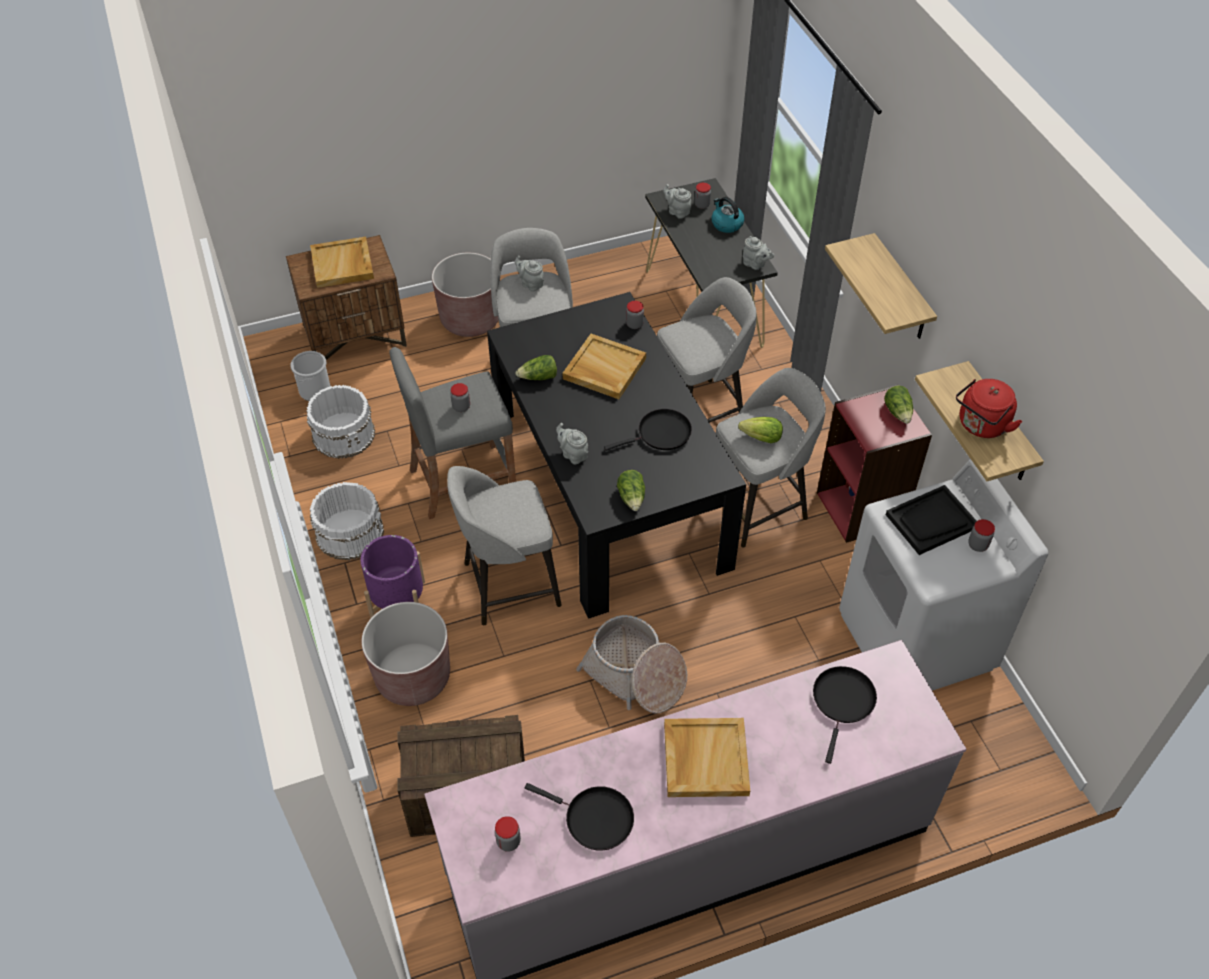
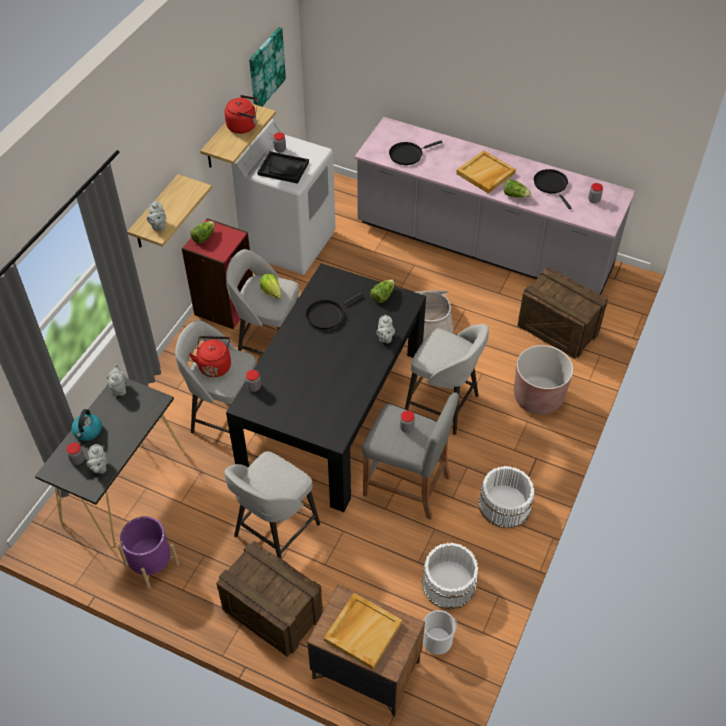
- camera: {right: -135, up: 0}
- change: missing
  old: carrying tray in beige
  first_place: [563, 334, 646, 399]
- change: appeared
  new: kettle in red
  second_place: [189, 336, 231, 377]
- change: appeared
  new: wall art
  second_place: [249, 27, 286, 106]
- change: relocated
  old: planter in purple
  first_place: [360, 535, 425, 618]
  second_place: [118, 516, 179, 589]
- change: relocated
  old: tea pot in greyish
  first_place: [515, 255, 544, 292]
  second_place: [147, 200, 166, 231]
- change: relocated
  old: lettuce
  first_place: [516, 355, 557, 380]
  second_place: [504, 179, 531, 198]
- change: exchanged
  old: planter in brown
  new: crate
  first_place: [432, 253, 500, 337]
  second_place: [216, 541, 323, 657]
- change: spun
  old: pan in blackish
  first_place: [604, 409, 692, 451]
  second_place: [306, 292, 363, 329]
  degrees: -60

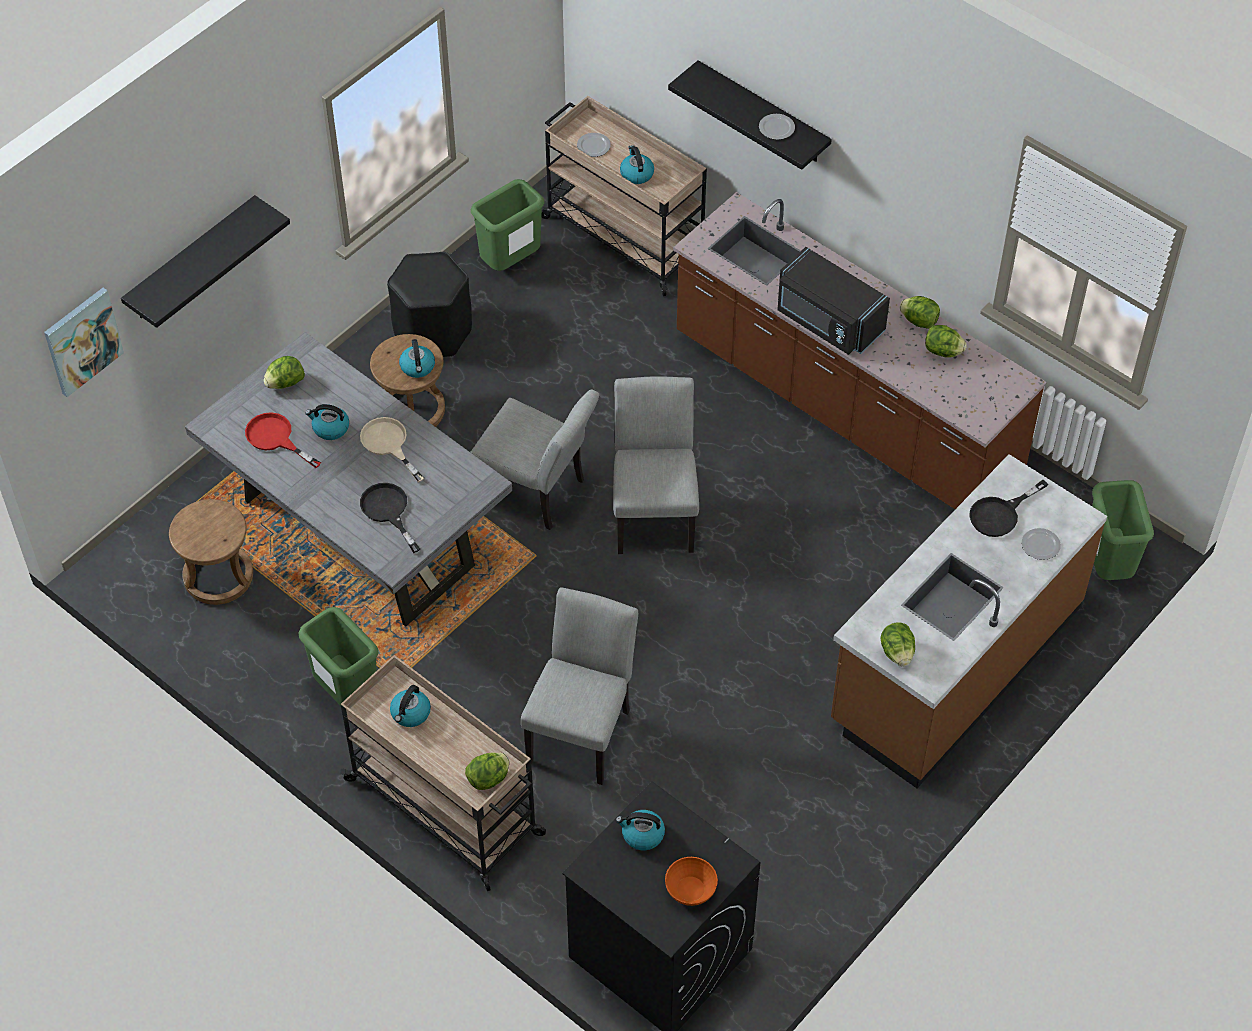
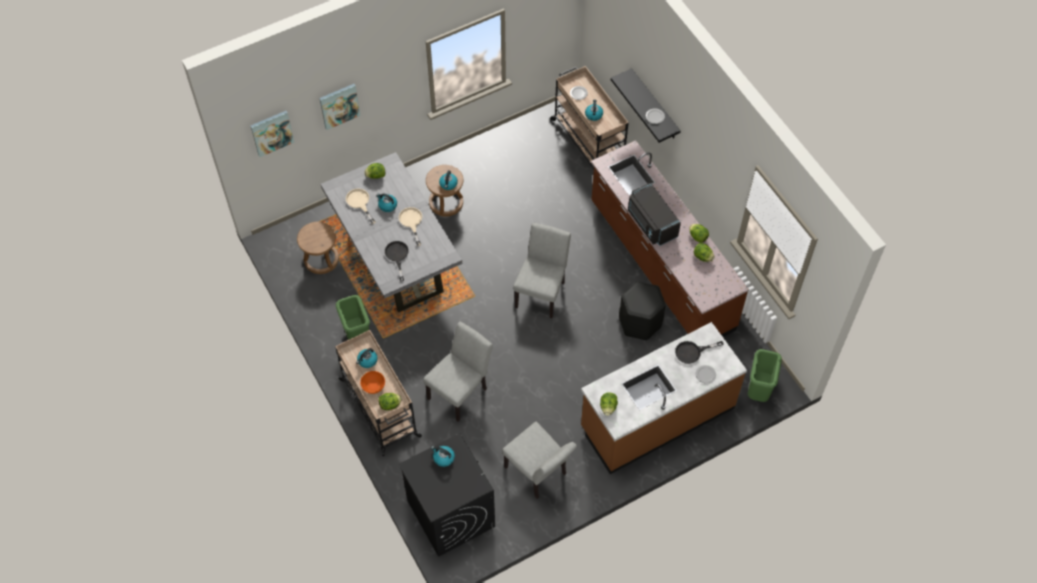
- camera: {right: 20, up: 5}
- change: missing
  old: waste bin in green
  first_place: [471, 179, 544, 271]
- change: relocated
  old: stool in blackish
  first_place: [387, 252, 472, 357]
  second_place: [619, 281, 666, 340]
- change: relocated
  old: upright chair in greyish
  first_place: [470, 389, 600, 530]
  second_place: [502, 422, 577, 499]
- change: relocated
  old: bowl in orange
  first_place: [665, 857, 718, 906]
  second_place: [360, 371, 385, 394]
- change: exchanged
  old: bracket shelf in blackish
  new: wall art
  first_place: [121, 195, 290, 328]
  second_place: [319, 84, 360, 130]
- change: colour
  old: pan in red
  new: pan in beige
  first_place: [245, 412, 321, 468]
  second_place: [346, 189, 375, 224]

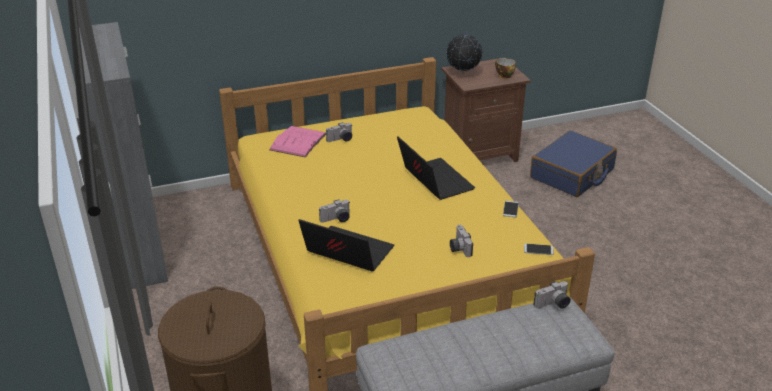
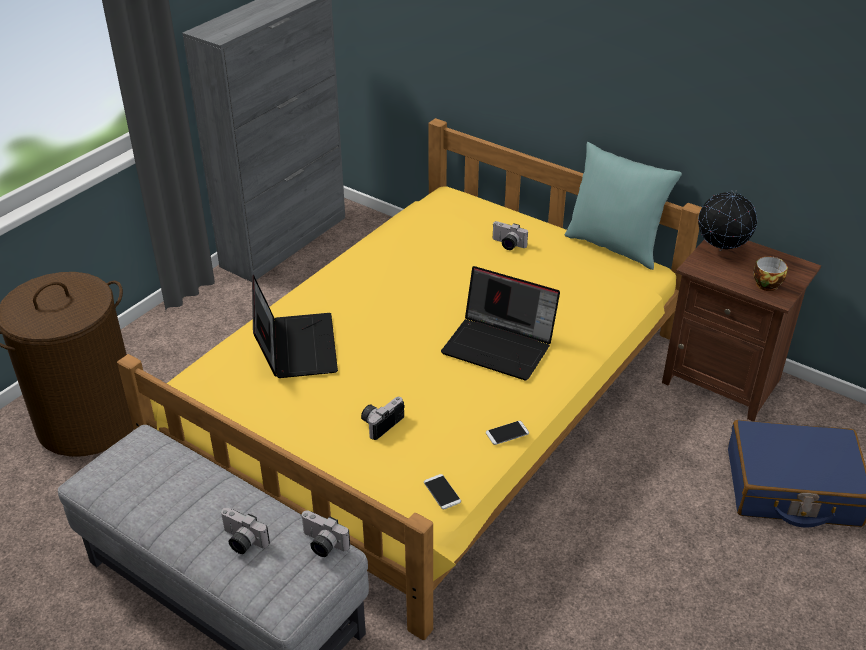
- camera: {right: 55, up: 5}
- change: missing
  old: bound book in pink
  first_place: [269, 126, 326, 158]
- change: appeared
  new: cushion in turquoise-coloured
  second_place: [565, 142, 682, 270]
- change: relocated
  old: still camera
  first_place: [319, 200, 350, 223]
  second_place: [220, 508, 270, 554]
- change: spun
  old: laptop
  first_place: [397, 136, 475, 200]
  second_place: [441, 266, 560, 380]
  degrees: 90

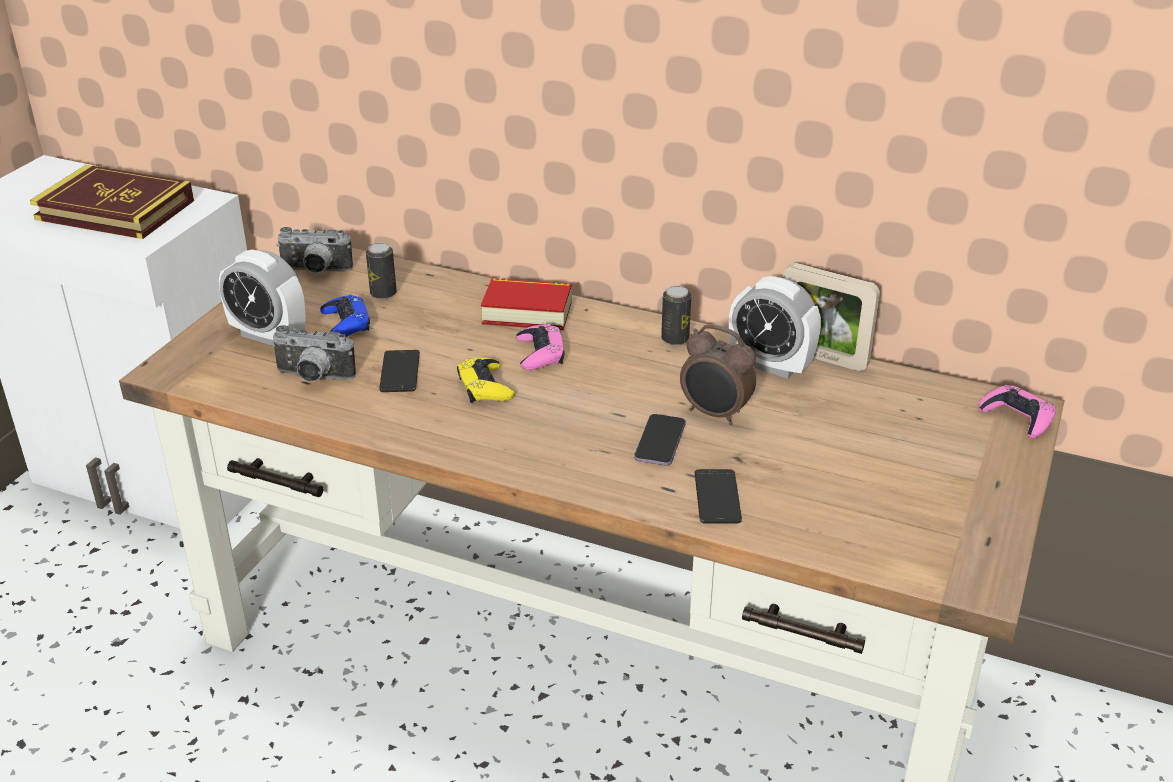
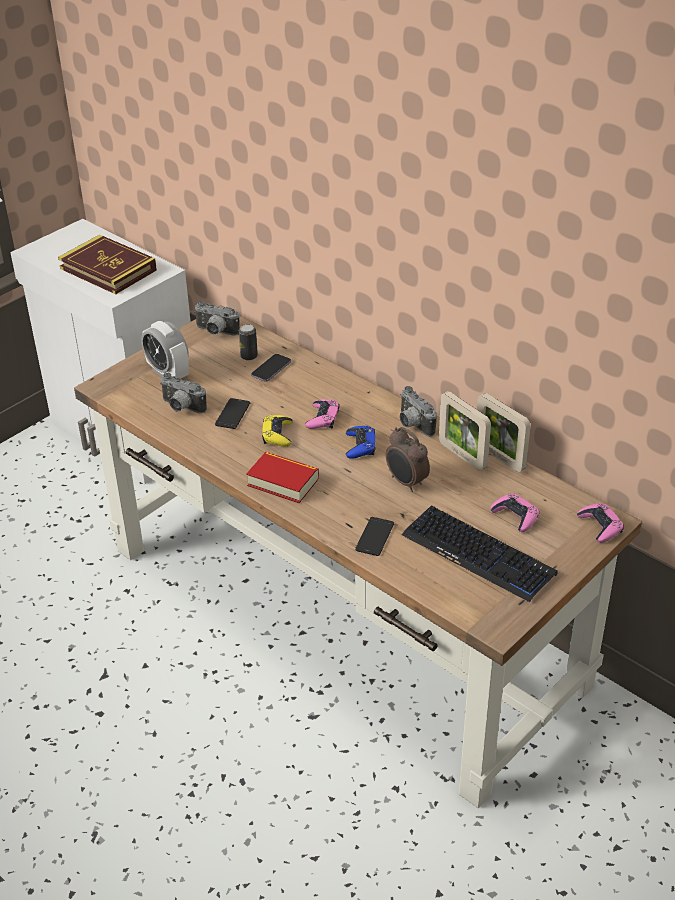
- camera: {right: 20, up: 5}
- change: appeared
  new: PC keyboard
  second_place: [402, 506, 558, 602]
- change: appeared
  new: joypad in pink
  second_place: [490, 494, 540, 532]
- change: relocated
  old: joypad in blue-coloured
  first_place: [320, 295, 370, 337]
  second_place: [346, 426, 376, 459]
- change: relocated
  old: bound book
  first_place: [481, 278, 572, 330]
  second_place: [246, 452, 319, 503]
- change: relocated
  old: telephone
  first_place: [634, 414, 685, 466]
  second_place: [251, 354, 291, 382]
- change: exchanged
  old: metal can
  new: still camera
  first_place: [661, 286, 691, 345]
  second_place: [400, 386, 437, 437]
- change: exchanged
  old: alarm clock
  new: standing frame
  first_place: [729, 276, 821, 379]
  second_place: [439, 391, 491, 471]

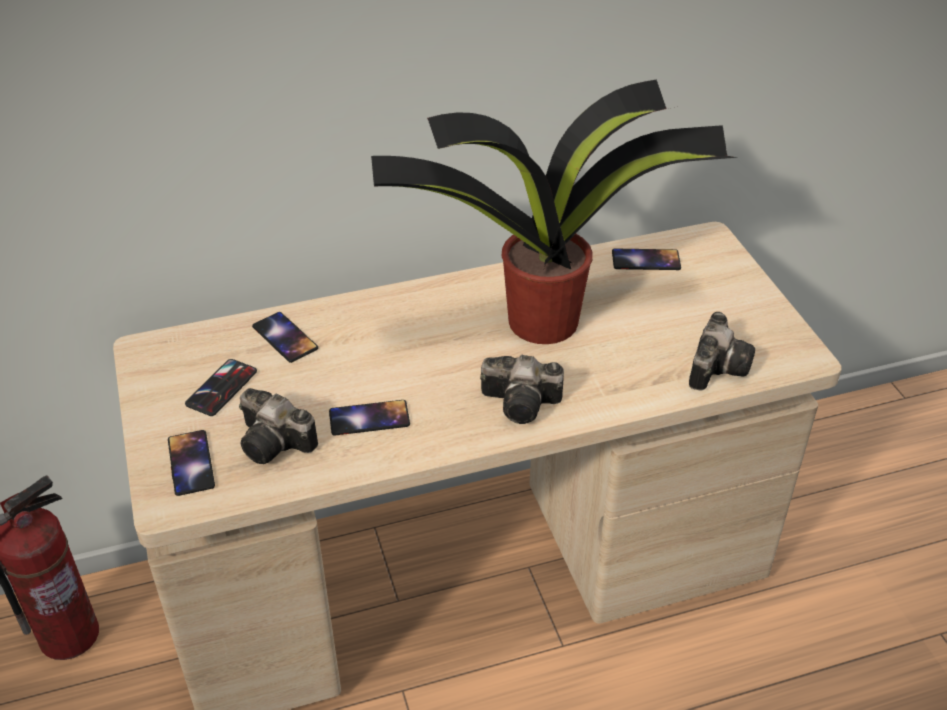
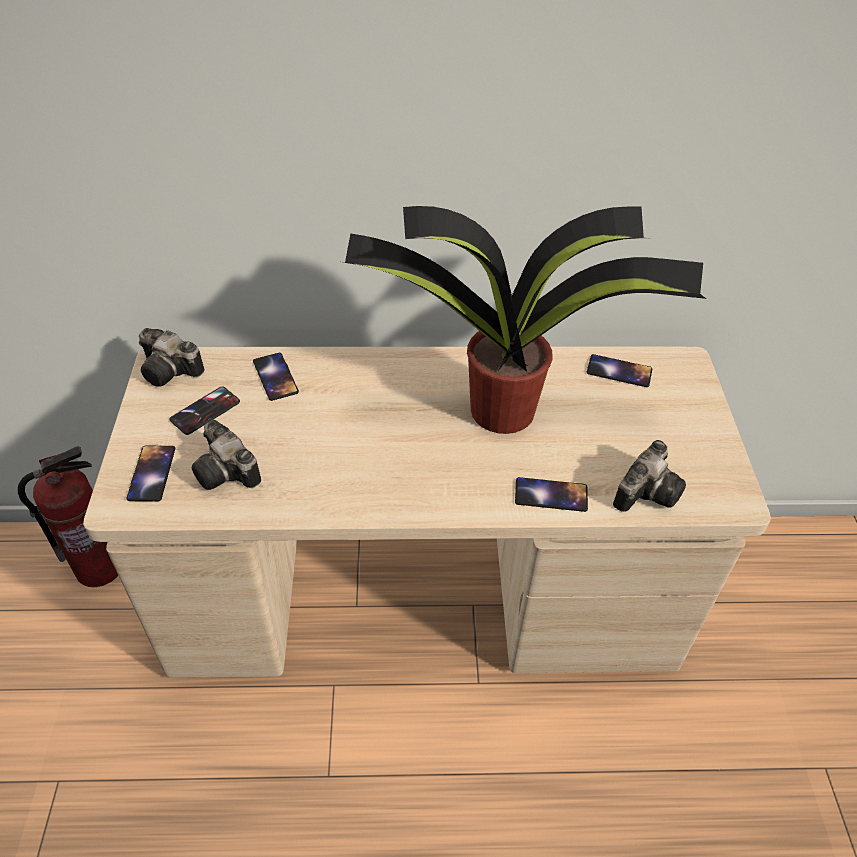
- camera: {right: 15, up: 5}
- change: relocated
  old: telephone
  first_place: [329, 400, 410, 436]
  second_place: [515, 477, 588, 512]
- change: relocated
  old: still camera
  first_place: [480, 355, 564, 424]
  second_place: [139, 328, 205, 387]

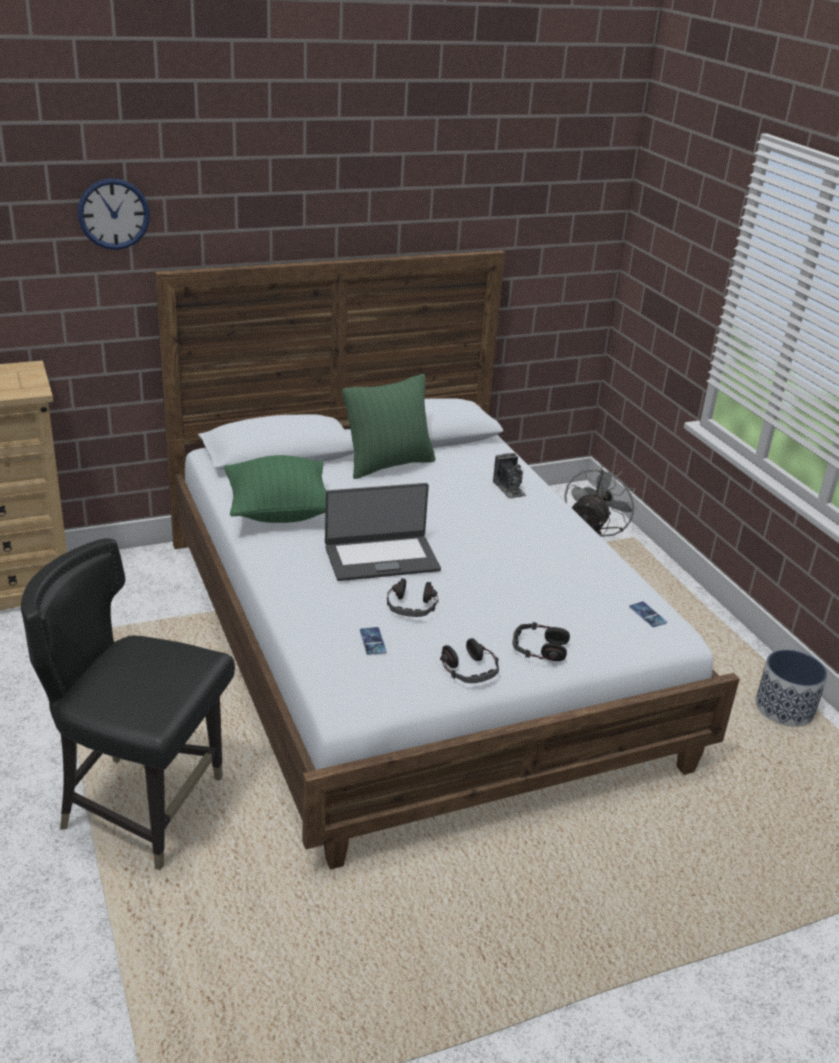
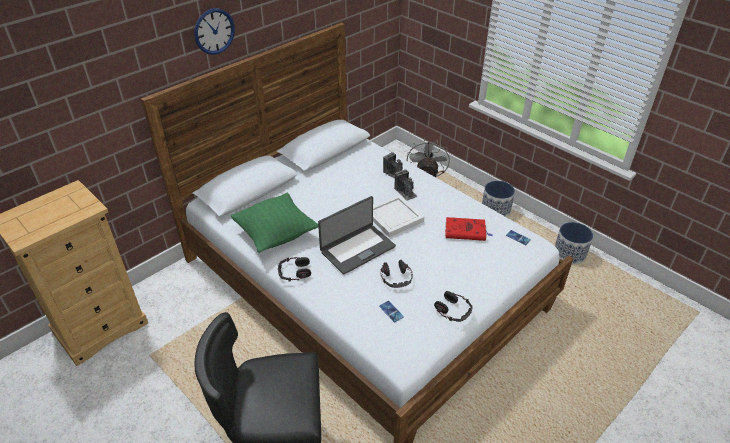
- camera: {right: -20, up: 10}
- change: missing
  old: cushion in green
  first_place: [342, 374, 436, 479]
- change: appeared
  new: carrying tray in whitish
  second_place: [373, 195, 424, 237]
- change: appeared
  new: still camera
  second_place: [394, 169, 417, 201]
- change: appeared
  new: bound book in red
  second_place: [445, 217, 493, 241]
- change: appeared
  new: planter
  second_place: [482, 181, 515, 217]
- change: relocated
  old: hanging clock
  first_place: [77, 178, 150, 250]
  second_place: [194, 8, 235, 55]
- change: relocated
  old: headset
  first_place: [512, 622, 570, 661]
  second_place: [278, 257, 311, 281]

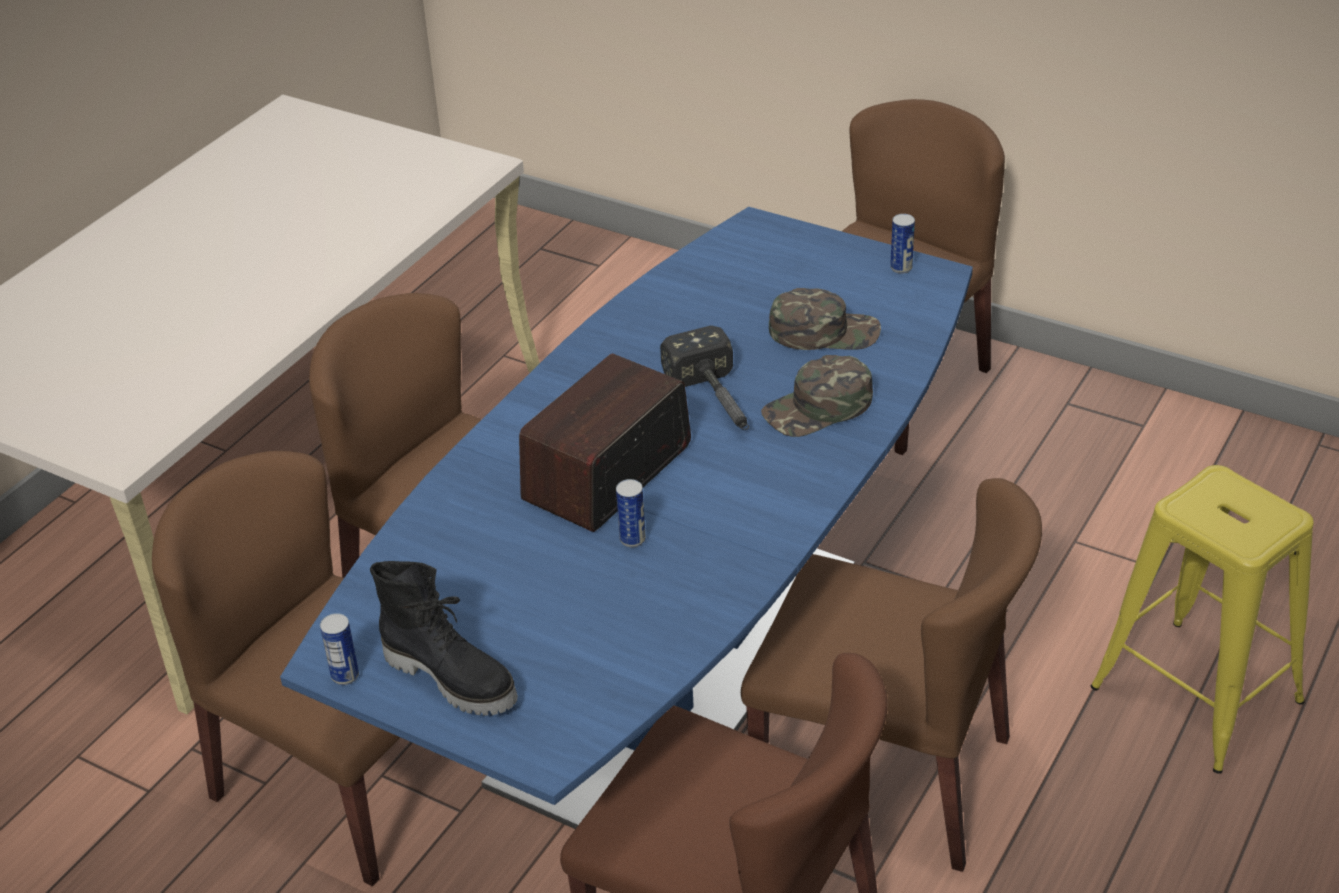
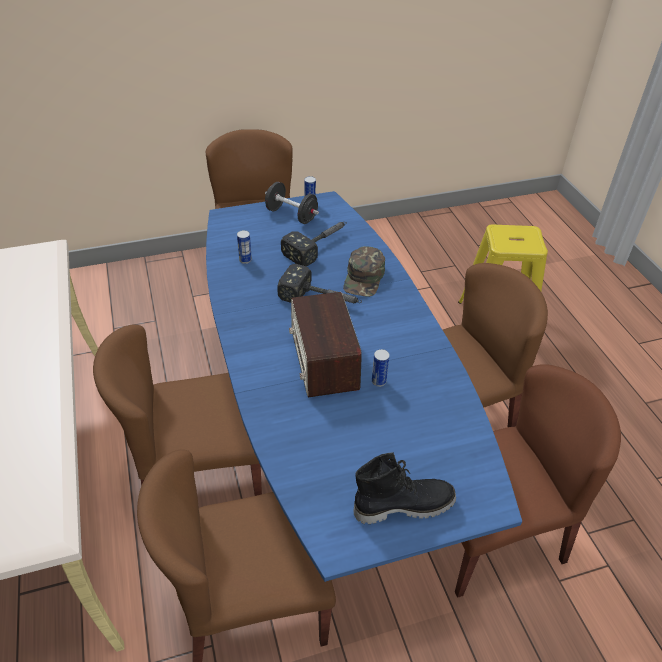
- camera: {right: -50, up: 5}
- change: appeared
  new: free weight in blackish
  second_place: [265, 182, 319, 224]
- change: relocated
  old: metal can
  first_place: [320, 613, 359, 685]
  second_place: [237, 230, 252, 264]
- change: exchanged
  old: baseball cap in green
  new: hand hammer
  first_place: [769, 288, 881, 350]
  second_place: [281, 222, 347, 266]

